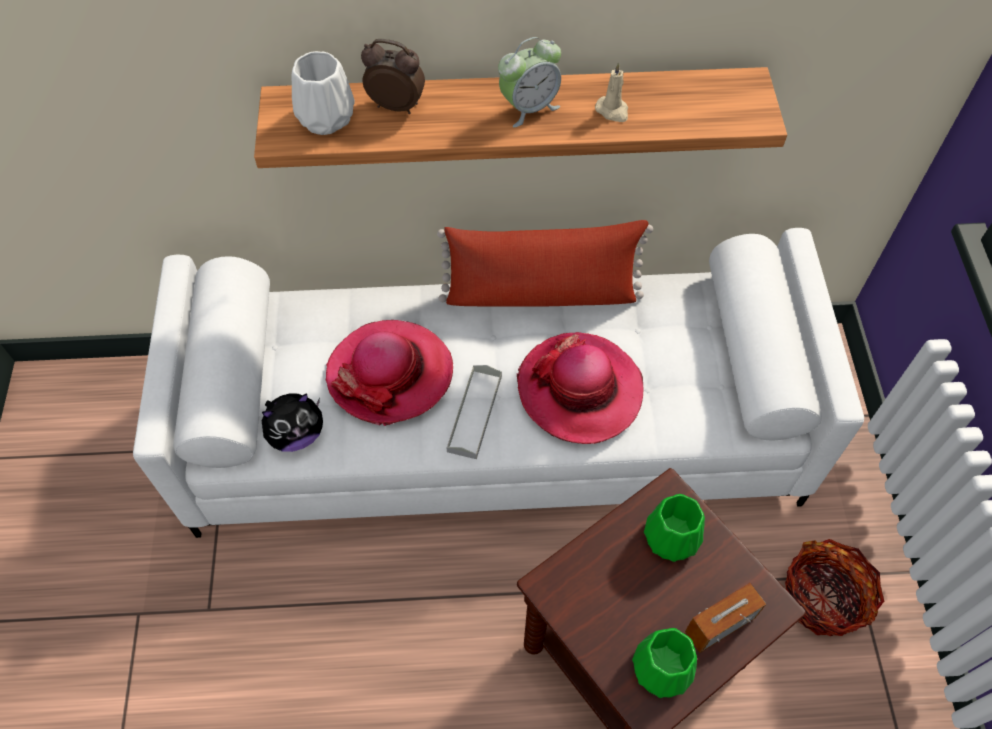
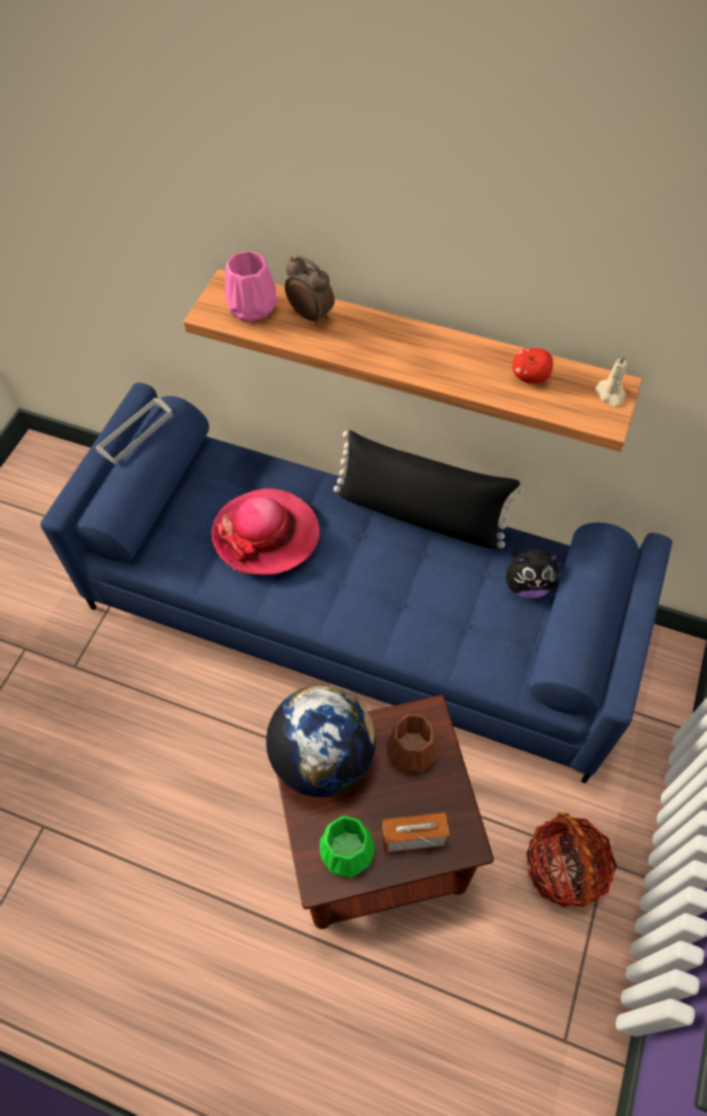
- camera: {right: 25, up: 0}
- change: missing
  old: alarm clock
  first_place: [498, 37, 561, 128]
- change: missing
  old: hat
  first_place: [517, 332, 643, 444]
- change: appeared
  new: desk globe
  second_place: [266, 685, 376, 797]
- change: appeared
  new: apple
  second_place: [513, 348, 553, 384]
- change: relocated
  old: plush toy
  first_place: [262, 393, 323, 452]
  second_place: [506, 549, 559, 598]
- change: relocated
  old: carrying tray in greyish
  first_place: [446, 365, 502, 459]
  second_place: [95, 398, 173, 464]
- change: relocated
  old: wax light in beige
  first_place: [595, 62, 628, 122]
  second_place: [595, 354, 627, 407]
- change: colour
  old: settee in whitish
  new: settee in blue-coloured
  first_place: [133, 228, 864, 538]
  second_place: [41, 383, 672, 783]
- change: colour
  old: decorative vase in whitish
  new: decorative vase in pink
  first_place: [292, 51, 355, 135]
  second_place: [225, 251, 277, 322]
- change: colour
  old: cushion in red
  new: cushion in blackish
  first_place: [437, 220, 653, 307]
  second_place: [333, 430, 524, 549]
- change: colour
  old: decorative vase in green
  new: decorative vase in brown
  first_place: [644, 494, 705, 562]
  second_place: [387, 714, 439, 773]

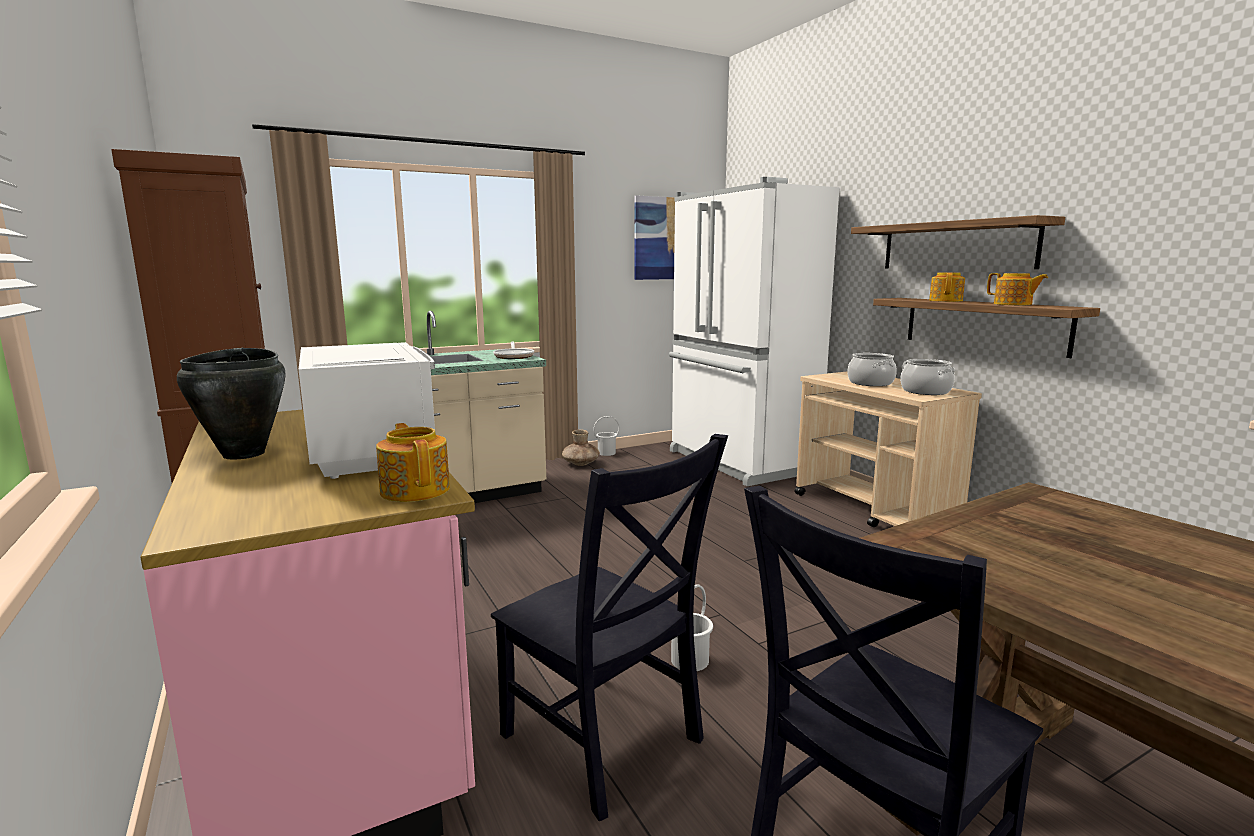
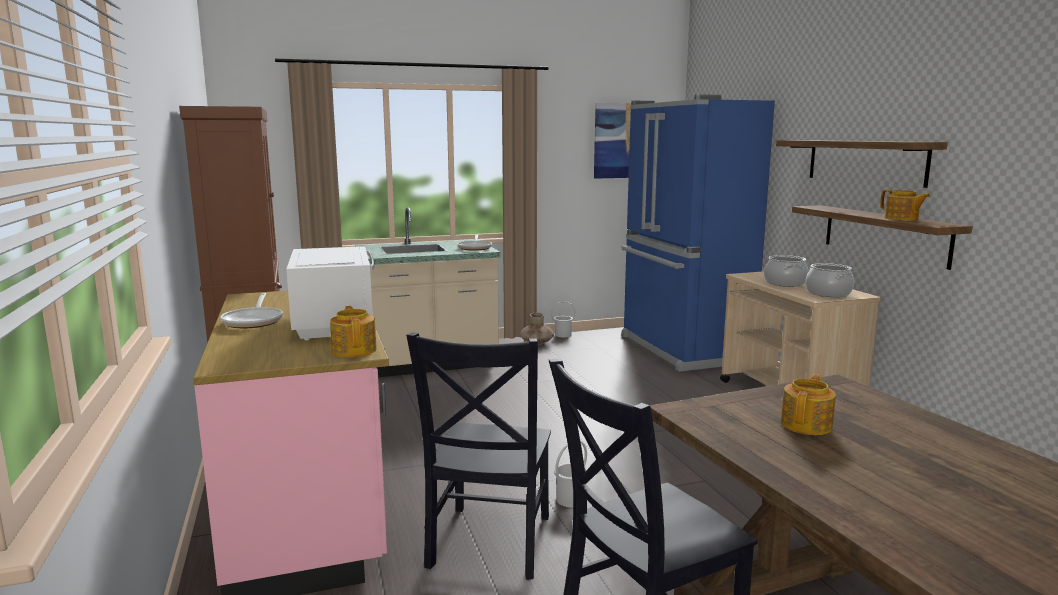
- camera: {right: 10, up: 0}
- change: relocated
  old: tea pot
  first_place: [929, 272, 965, 302]
  second_place: [781, 374, 836, 435]
- change: exchanged
  old: saucepot in blackish
  new: pan
  first_place: [177, 348, 286, 460]
  second_place: [220, 293, 283, 328]
- change: colour
  old: fridge in whitish
  new: fridge in blue-coloured
  first_place: [669, 177, 840, 486]
  second_place: [621, 94, 775, 372]
- change: spun
  old: upright chair in blackish
  first_place: [491, 434, 728, 821]
  second_place: [406, 332, 551, 580]
  degrees: 45

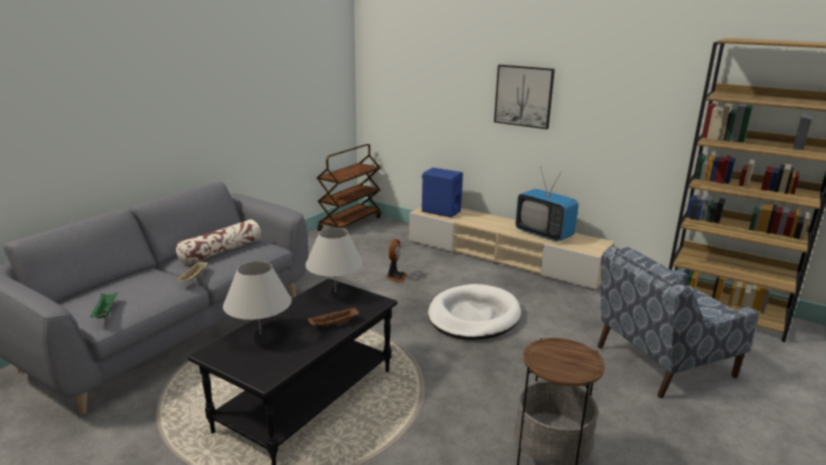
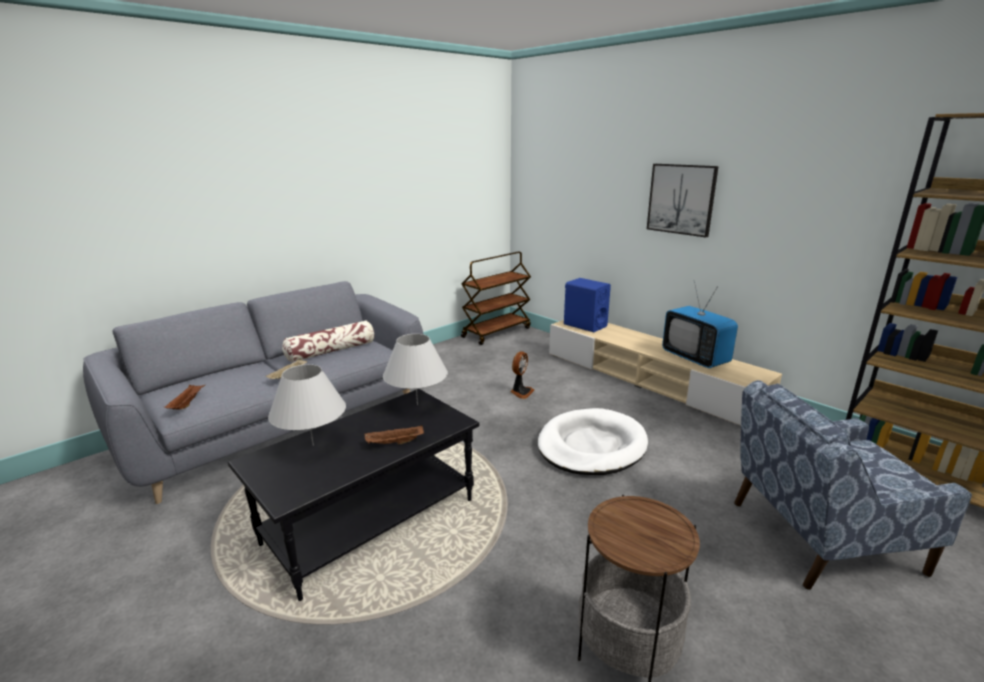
- camera: {right: 15, up: 0}
- change: colour
  old: carrying tray in green
  new: carrying tray in brown
  first_place: [90, 293, 118, 318]
  second_place: [164, 384, 205, 409]

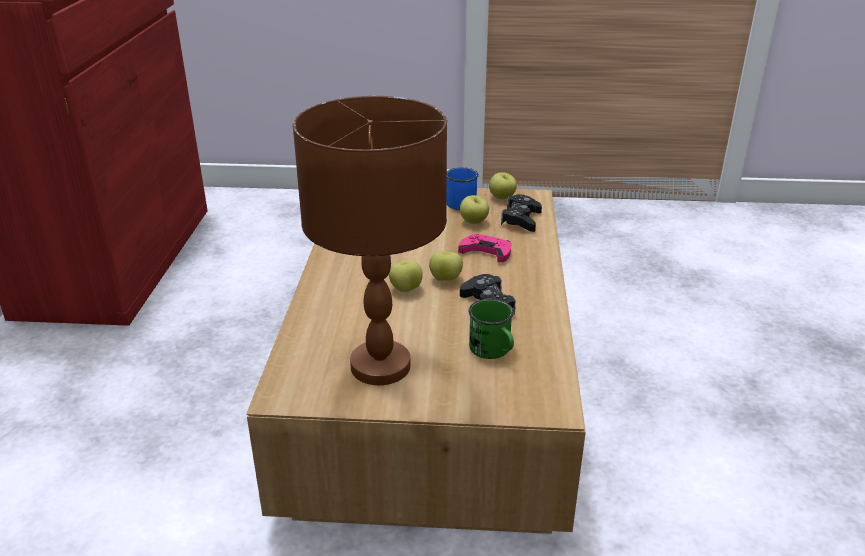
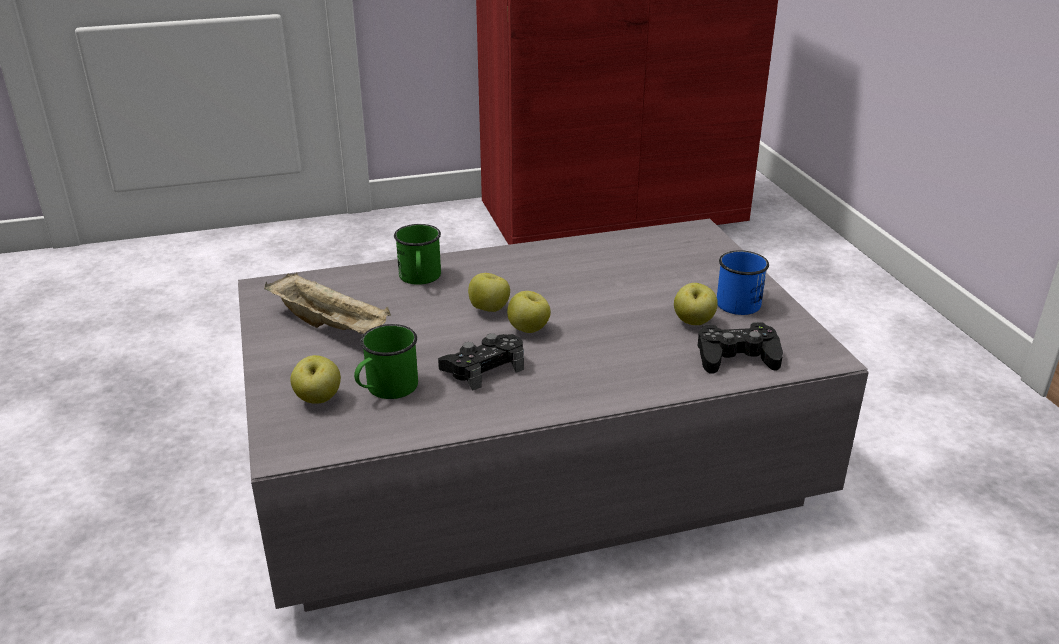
- camera: {right: 70, up: 0}
- change: missing
  old: joypad in pink
  first_place: [458, 234, 511, 262]
- change: appeared
  new: tea mug in green
  second_place: [394, 224, 441, 285]
- change: relocated
  old: apple
  first_place: [489, 172, 517, 199]
  second_place: [290, 355, 341, 404]
- change: exchanged
  old: tabletop lamp in brown
  new: carrying tray in beige
  first_place: [293, 96, 447, 385]
  second_place: [264, 273, 391, 334]
- change: colour
  old: low table in brown
  new: low table in greyish
  first_place: [246, 188, 586, 534]
  second_place: [238, 219, 869, 612]

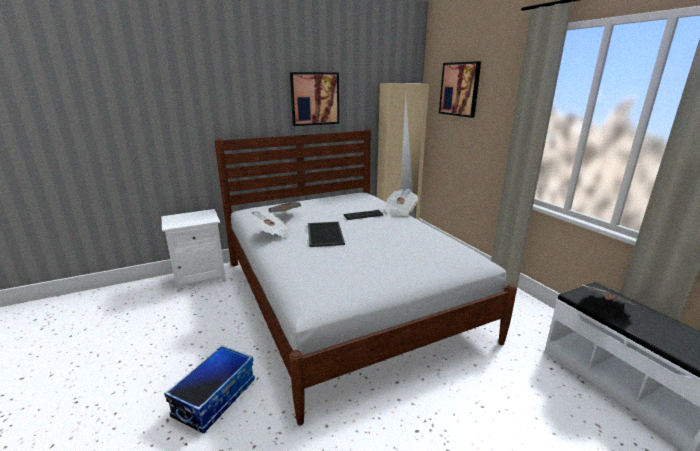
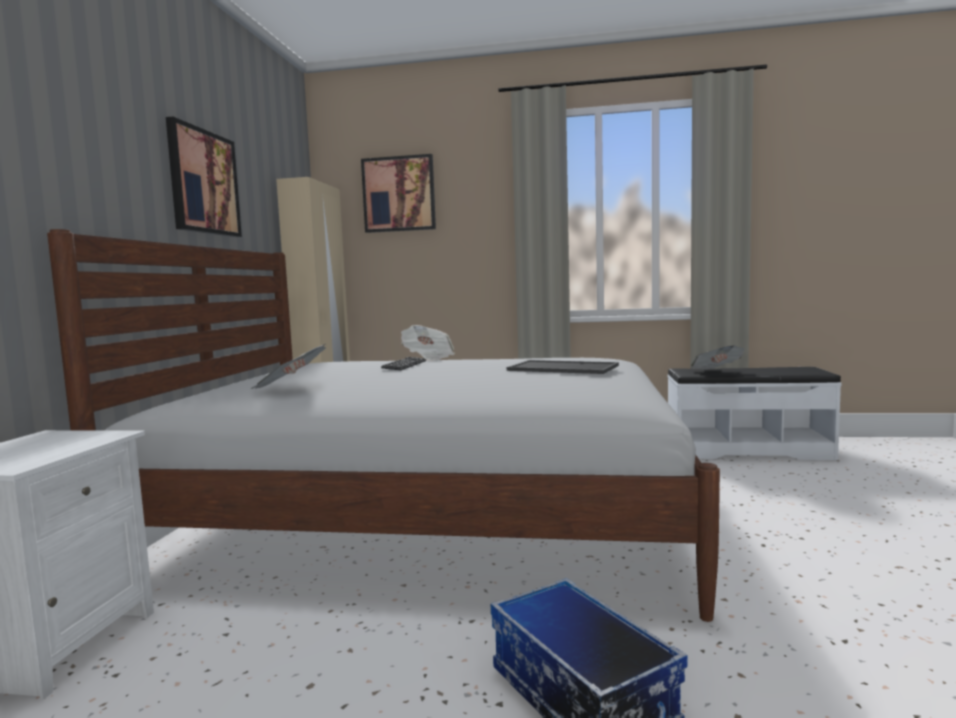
- camera: {right: -55, up: -15}
- change: missing
  old: newspaper
  first_place: [251, 211, 290, 238]
- change: relocated
  old: carrying tray
  first_place: [308, 222, 345, 247]
  second_place: [507, 360, 619, 374]

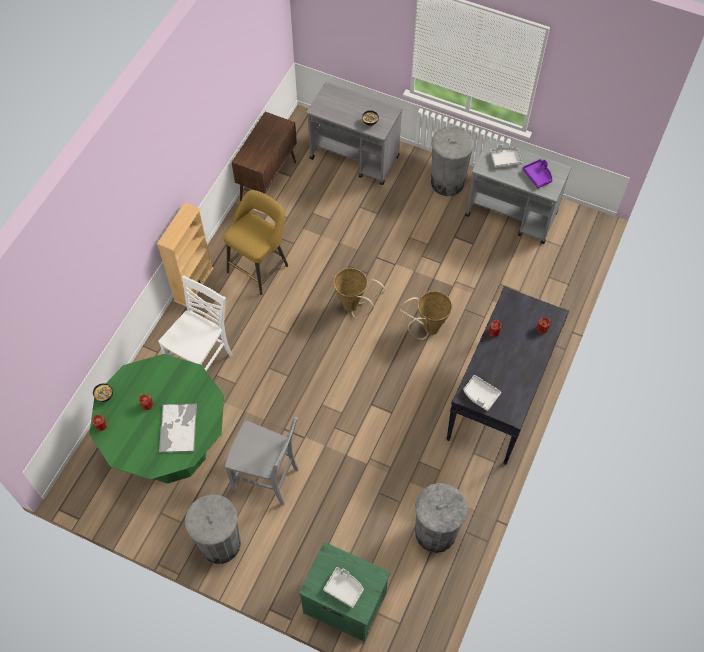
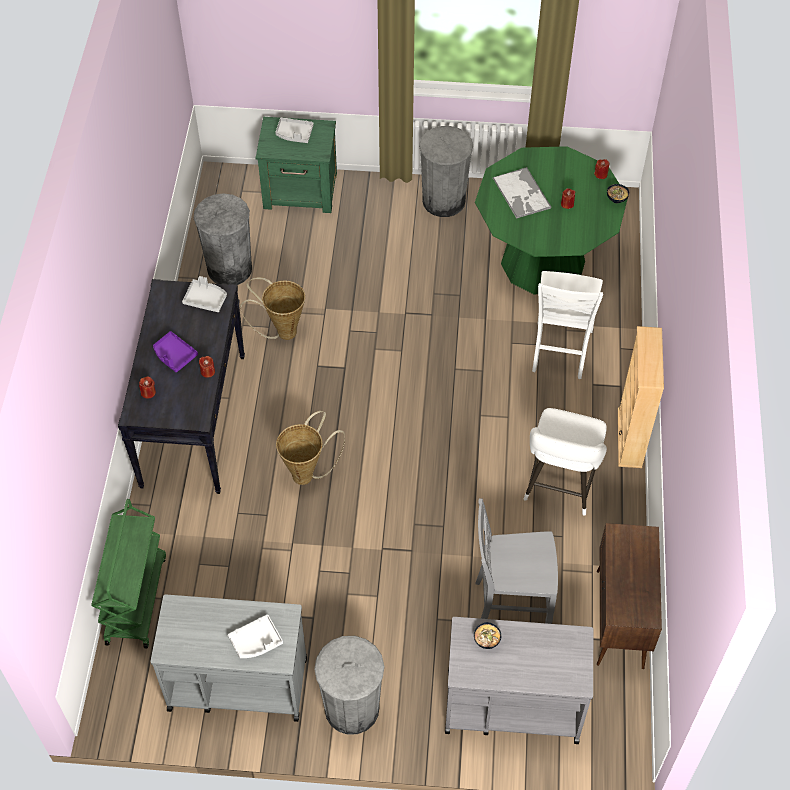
- camera: {right: 160, up: -5}
- change: appeared
  new: trolley in green
  second_place: [91, 499, 166, 648]
- change: relocated
  old: upright chair in greyish
  first_place: [225, 417, 298, 506]
  second_place: [475, 498, 558, 624]
- change: relocated
  old: storage basket
  first_place: [333, 268, 385, 318]
  second_place: [240, 277, 305, 340]
- change: relocated
  old: carrying tray in purple
  first_place: [522, 159, 553, 188]
  second_place: [153, 331, 198, 372]
- change: colour
  old: stool in yellowish
  new: stool in whitish
  first_place: [224, 190, 288, 295]
  second_place: [524, 408, 607, 516]

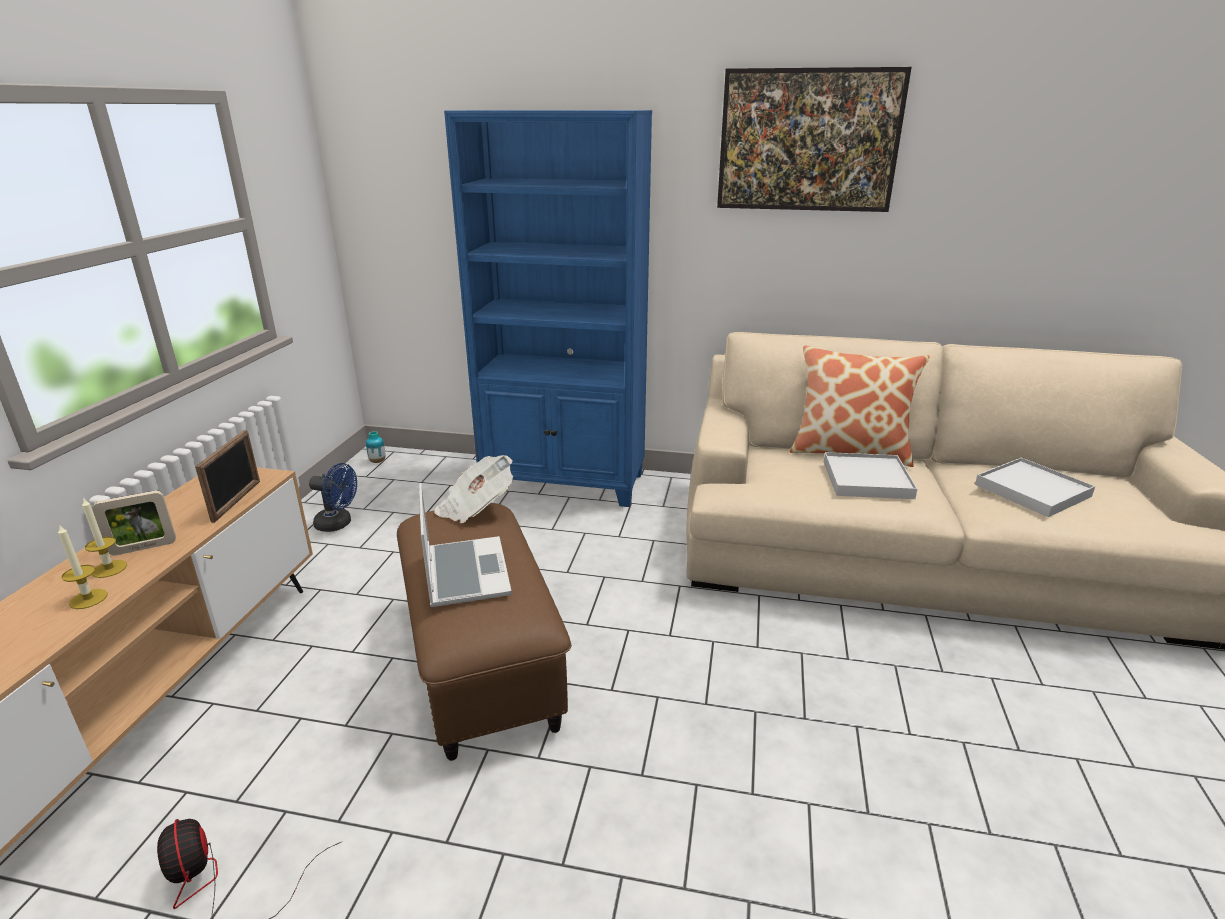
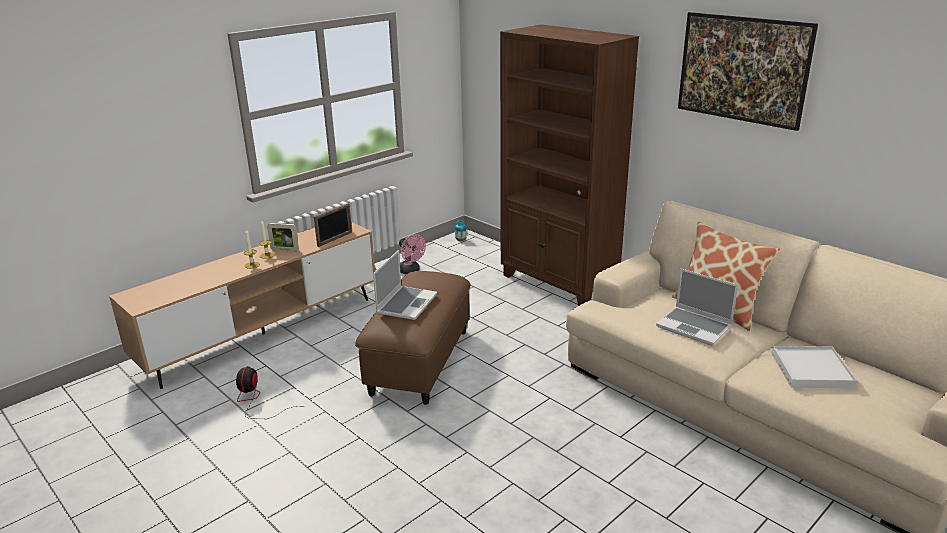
- camera: {right: 35, up: 0}
- change: missing
  old: newspaper
  first_place: [434, 455, 513, 523]
- change: exchanged
  old: carrying tray in whitish
  new: laptop
  first_place: [824, 452, 918, 499]
  second_place: [656, 268, 738, 346]
- change: colour
  old: electric fan in blue-coloured
  new: electric fan in pink
  first_place: [309, 463, 357, 532]
  second_place: [399, 234, 426, 274]
- change: colour
  old: shelving unit in blue-coloured
  new: shelving unit in brown
  first_place: [444, 110, 652, 507]
  second_place: [500, 24, 639, 306]

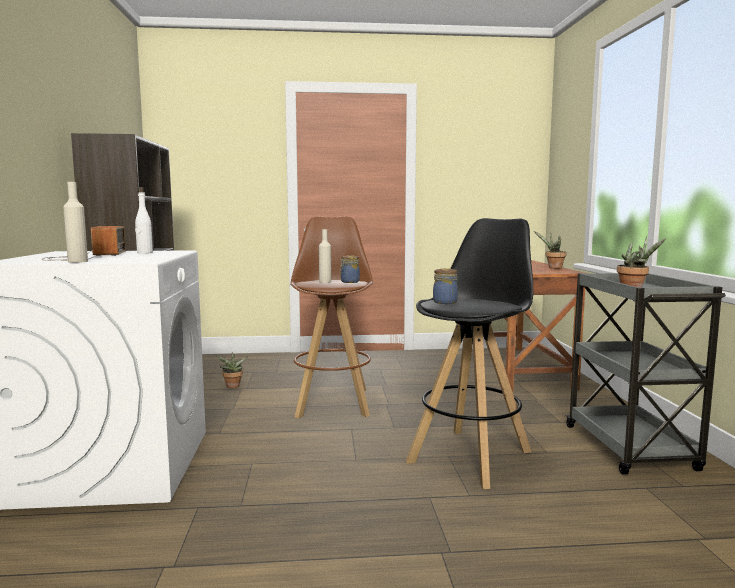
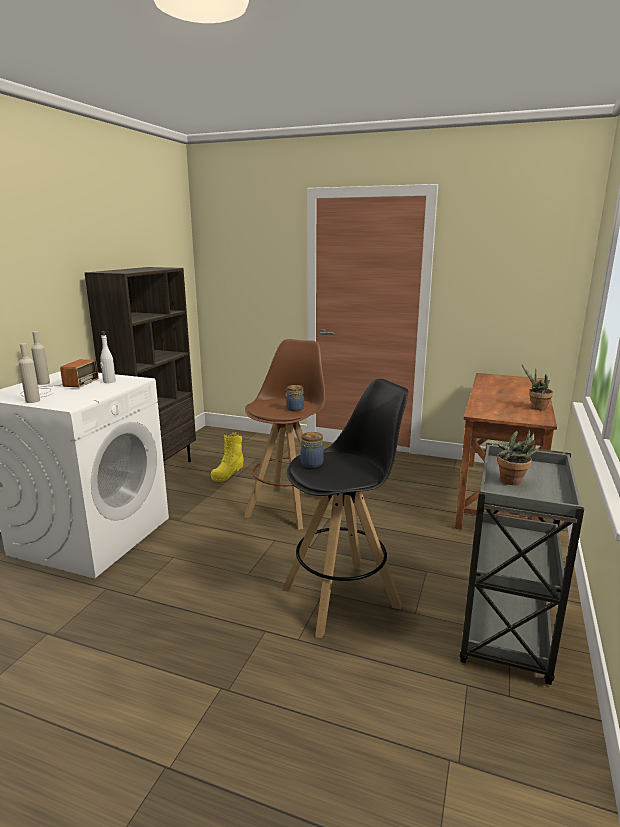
- camera: {right: 25, up: 10}
- change: relocated
  old: beverage bottle in beige
  first_place: [319, 229, 331, 283]
  second_place: [31, 331, 50, 385]
- change: exchanged
  old: plant in a pot
  new: high-top boot in yellowish
  first_place: [215, 352, 247, 388]
  second_place: [211, 432, 244, 482]

